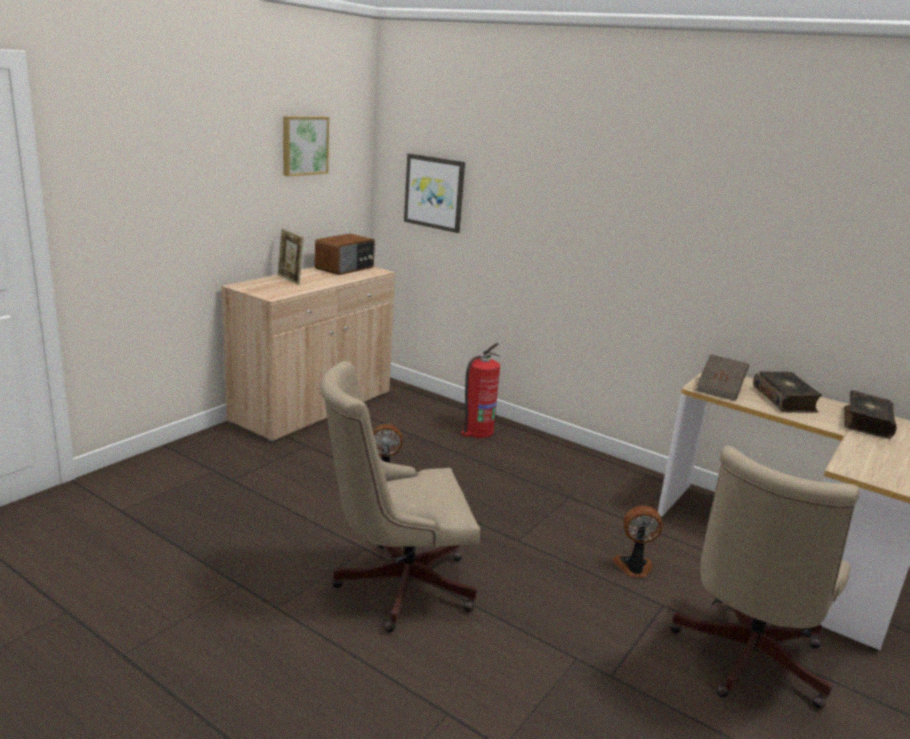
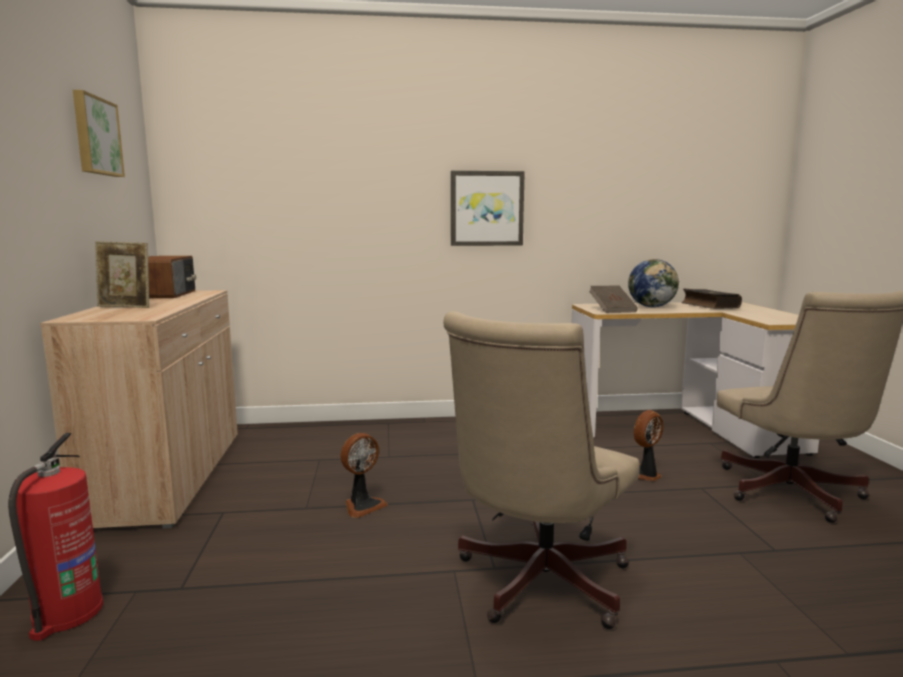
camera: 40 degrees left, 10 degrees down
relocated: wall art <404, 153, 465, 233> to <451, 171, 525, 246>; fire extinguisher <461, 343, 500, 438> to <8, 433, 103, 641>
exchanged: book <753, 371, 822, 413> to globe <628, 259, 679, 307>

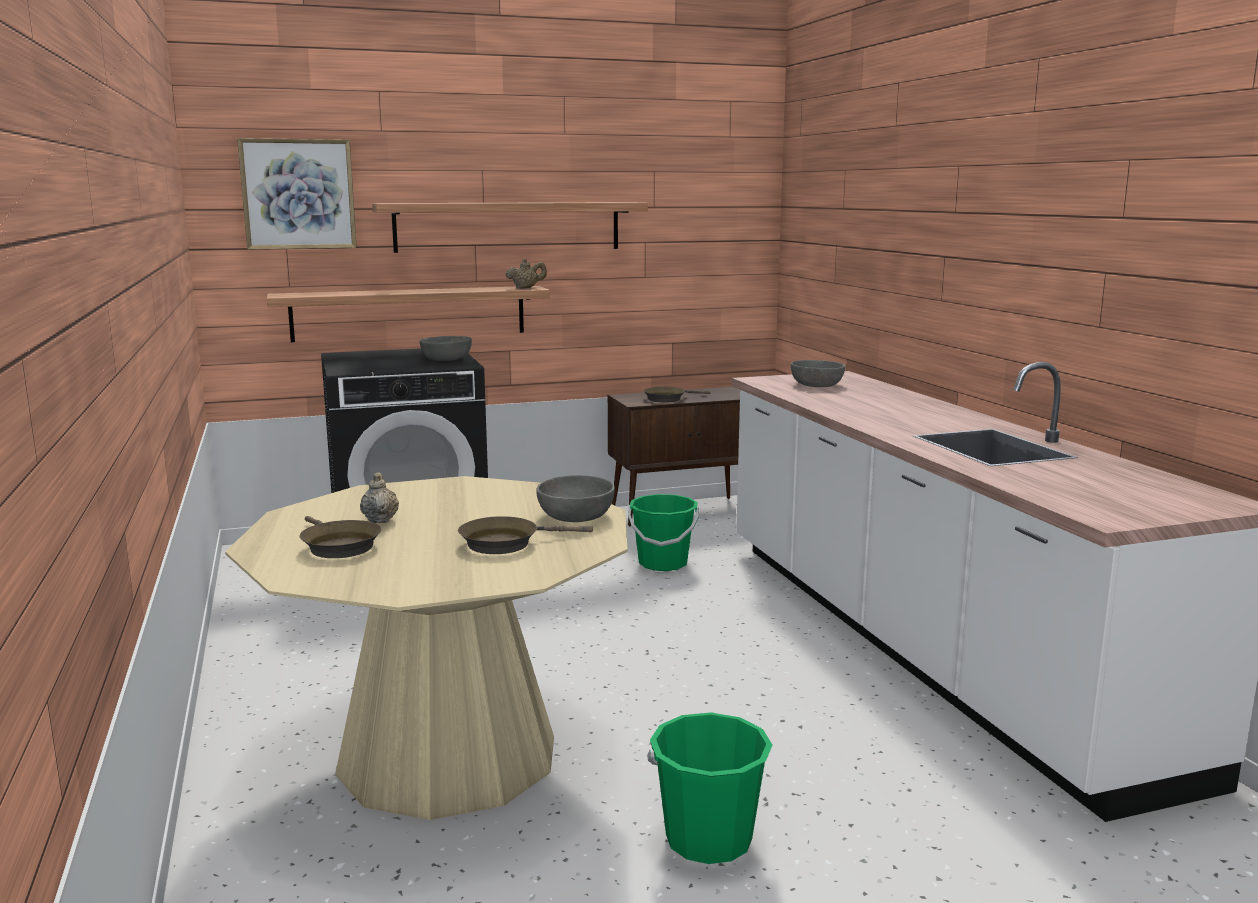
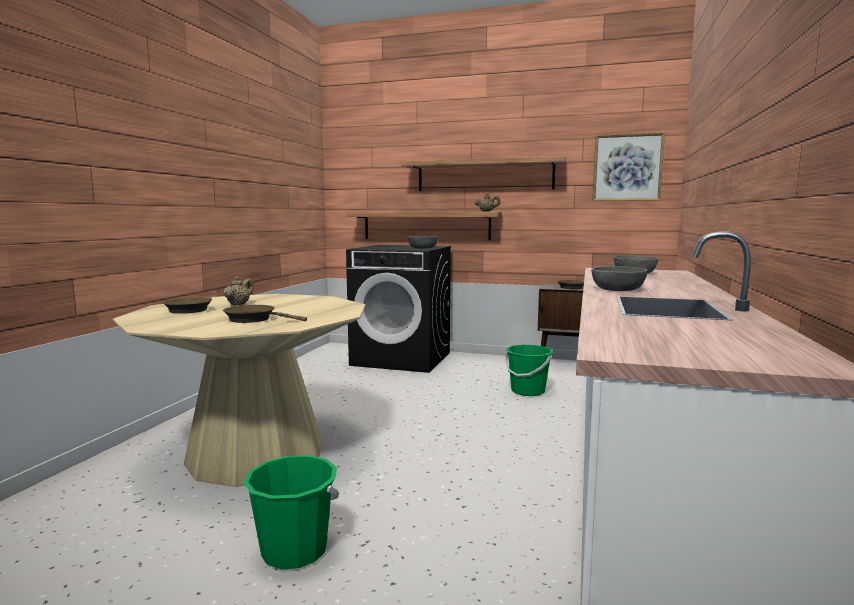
camera: 35 degrees right, 5 degrees down
relocated: wall art <237, 138, 357, 250> to <592, 133, 665, 201>; greyish bowl <536, 475, 615, 522> to <592, 266, 647, 291>

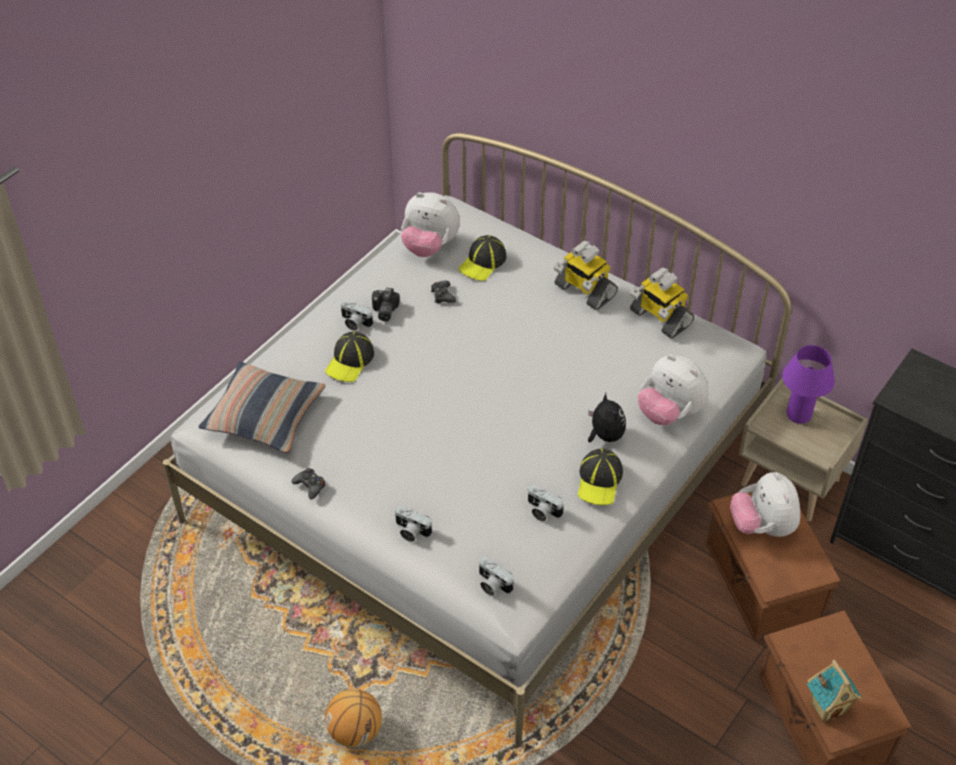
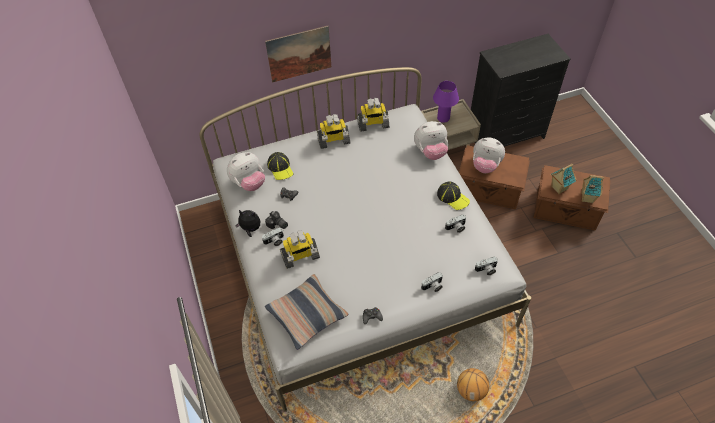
camera: 55 degrees left, 5 degrees up
appeared: wall art <265, 26, 331, 83>; toy house <551, 164, 577, 194>
relocated: plush toy <588, 393, 626, 442> to <235, 210, 261, 237>
exchanged: cap <325, 332, 374, 382> to model robot <280, 230, 320, 269>

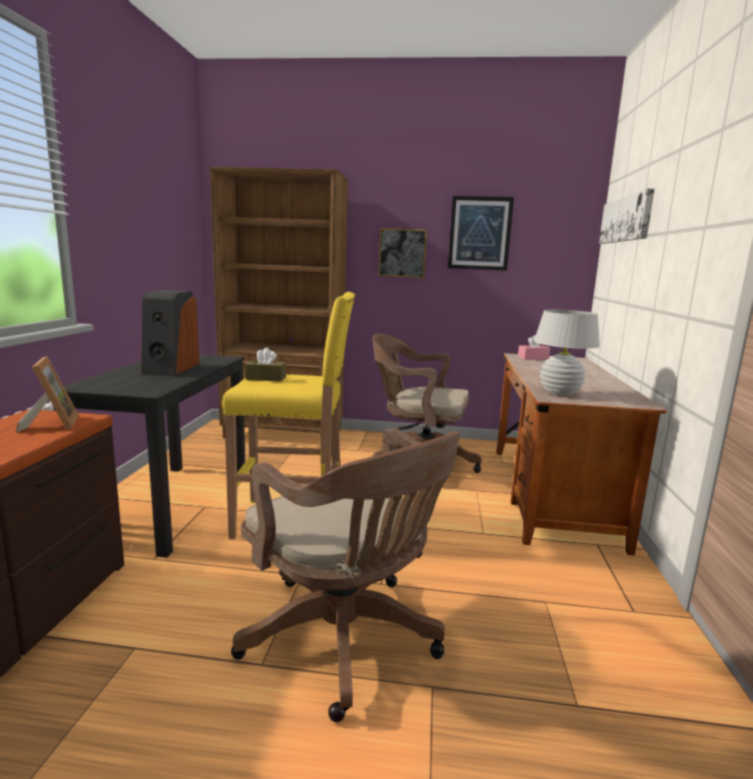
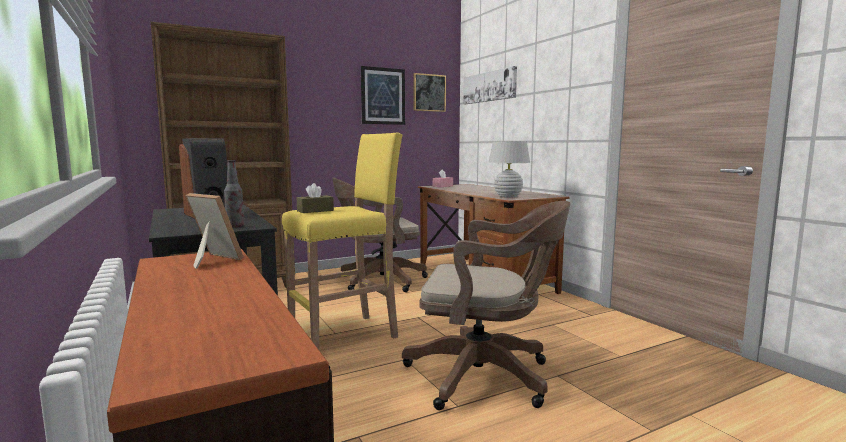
camera: 35 degrees left, 5 degrees down
appeared: beverage bottle <224, 160, 244, 227>
relocated: wall art <378, 228, 427, 278> to <413, 73, 446, 112>

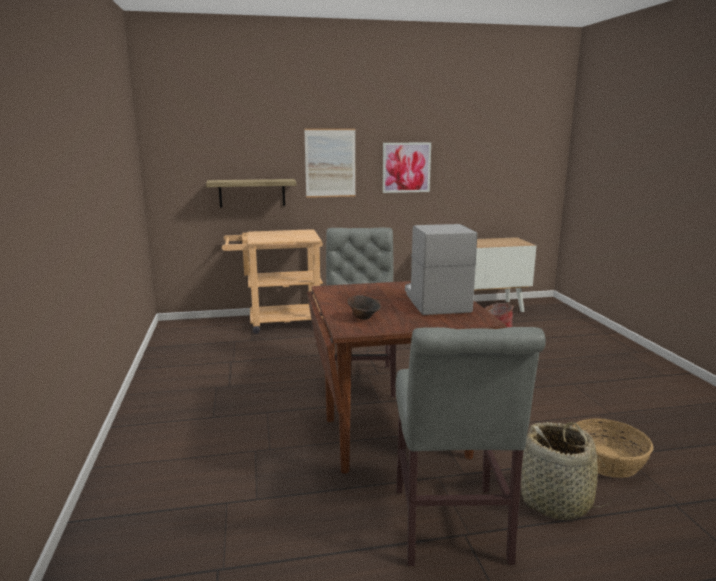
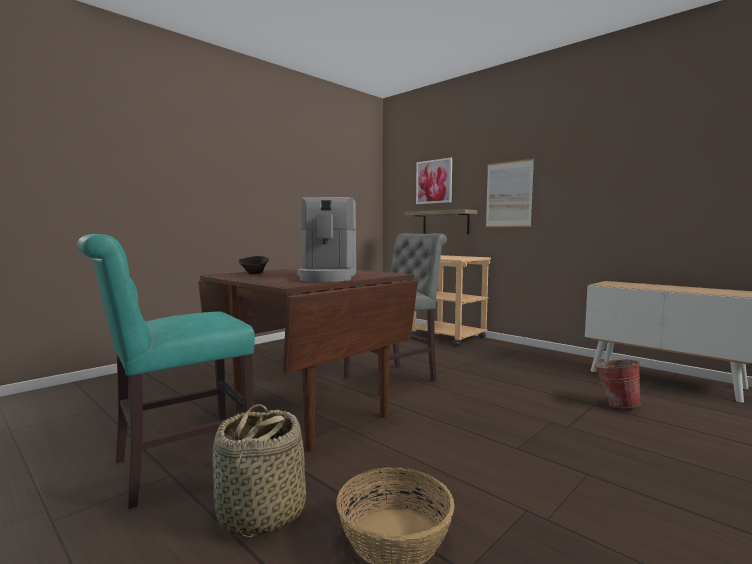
camera: 55 degrees right, 10 degrees down
relocated: wall art <382, 143, 431, 193> to <416, 158, 452, 204>
colour: greyish upright chair <396, 327, 546, 566> to turquoise upright chair <77, 234, 255, 509>
spun: coffee maker <405, 224, 477, 315> = <298, 197, 356, 282> 135 degrees clockwise

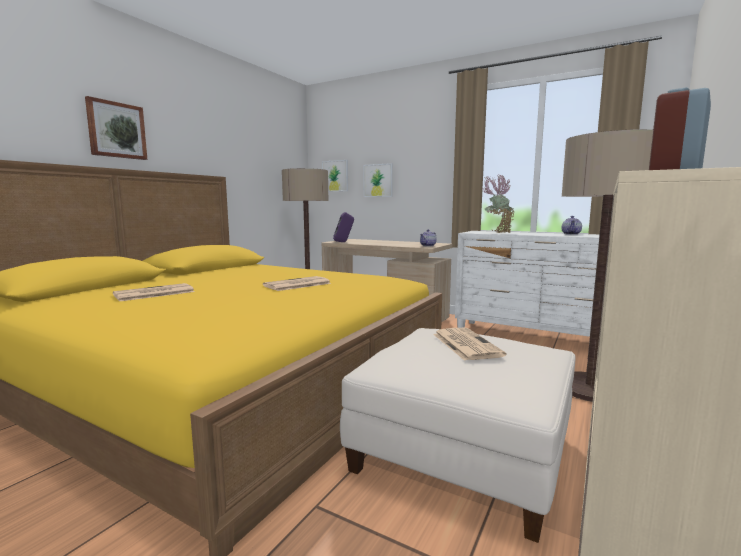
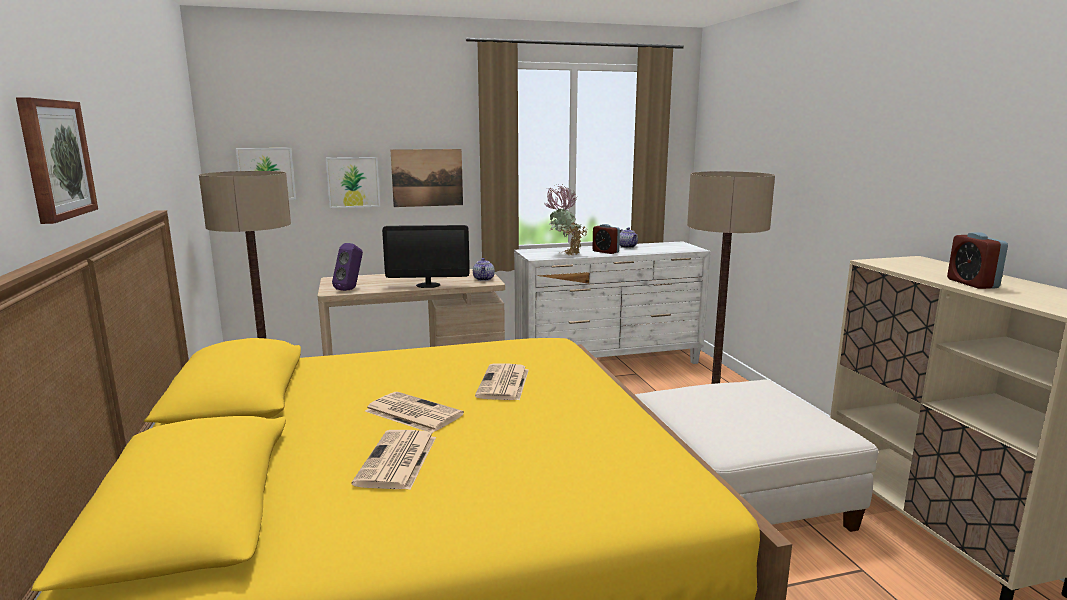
camera: 45 degrees left, 5 degrees up
appeared: monitor <382, 225, 470, 288>; wall art <391, 149, 463, 207>; bedside clock <592, 224, 620, 254>
relocated: daily paper <433, 328, 506, 361> to <365, 392, 464, 433>

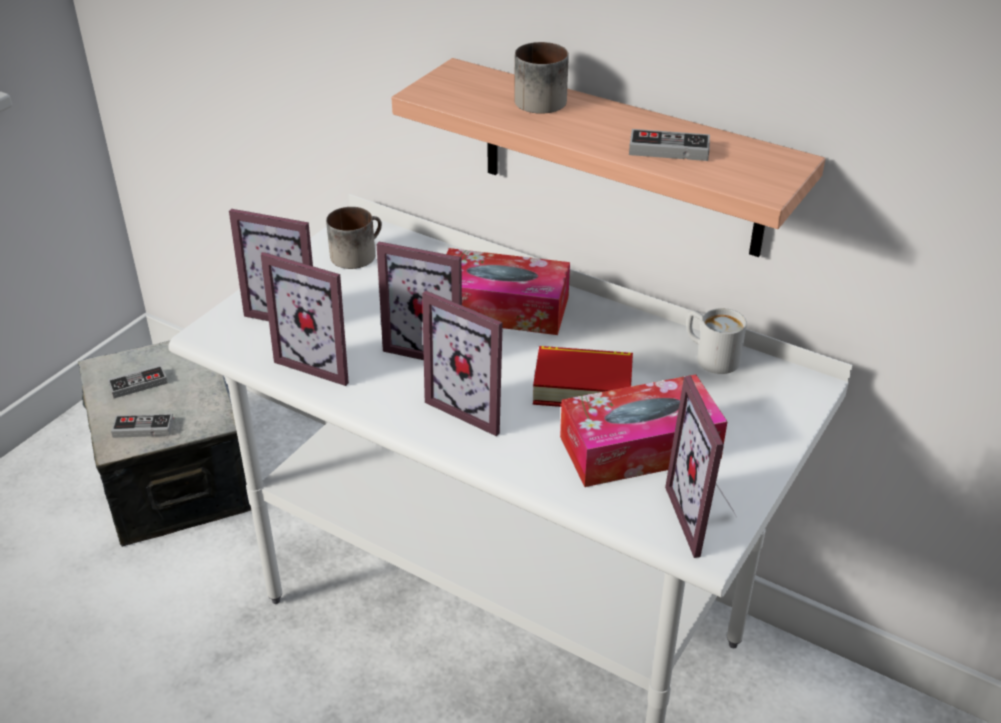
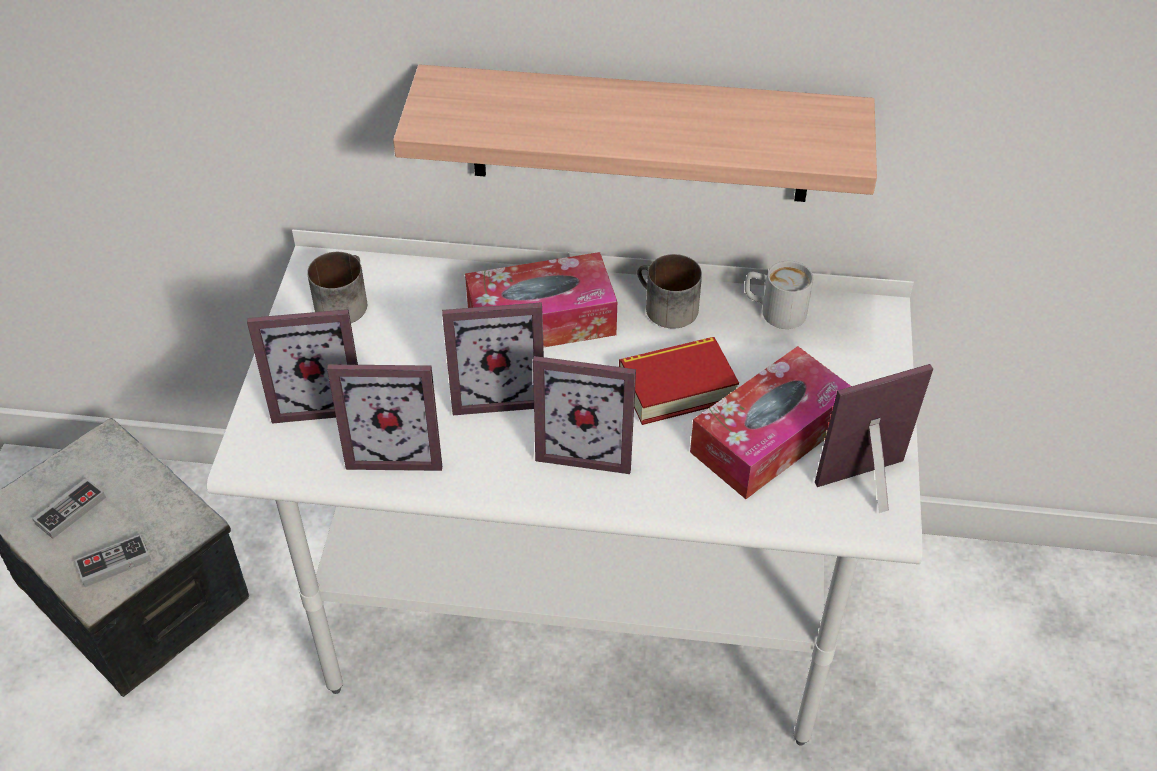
camera: 25 degrees left, 10 degrees up
missing: game controller <629, 129, 710, 161>
relocated: mug <514, 42, 569, 114> to <637, 254, 702, 328>
spun: picture frame <665, 376, 736, 558> = <815, 364, 933, 513> 105 degrees clockwise

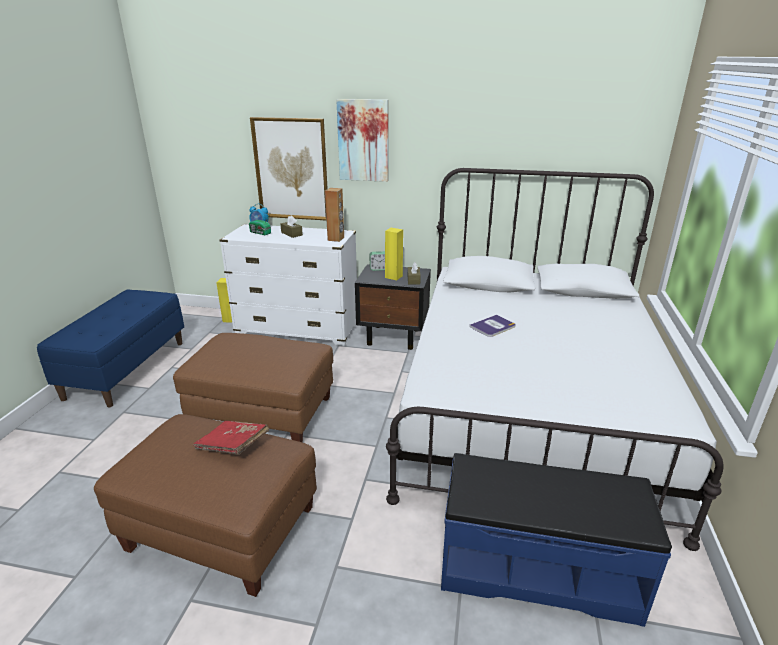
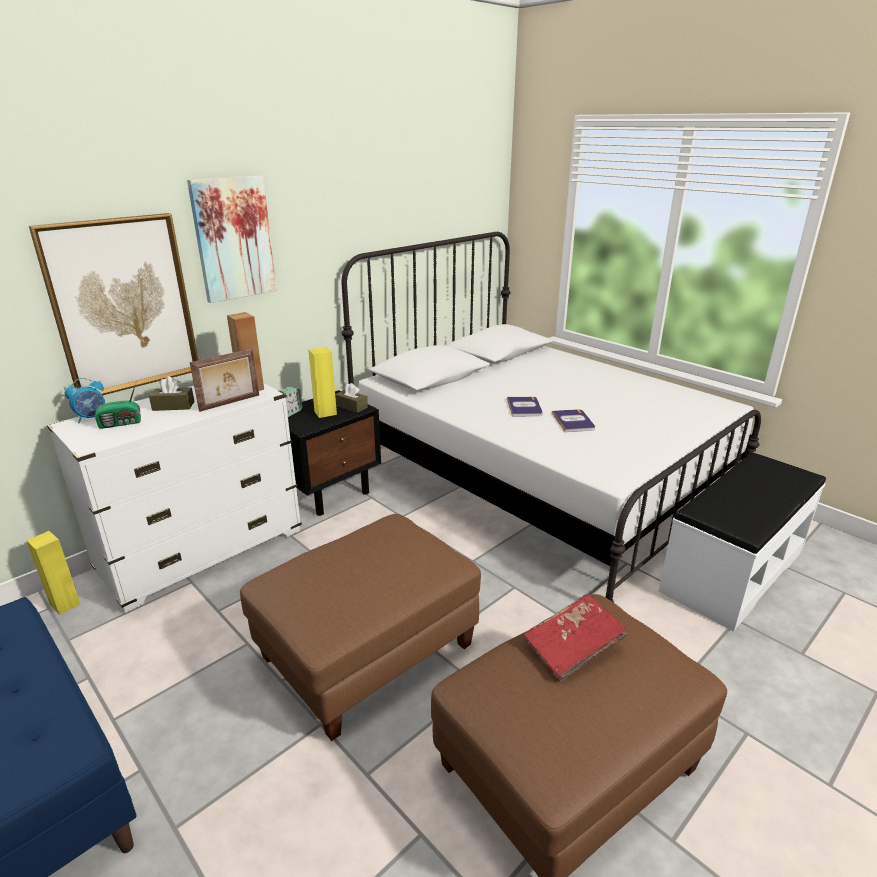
camera: 55 degrees left, 0 degrees up
appeared: picture frame <190, 348, 259, 412>; book <552, 409, 595, 432>
colour: blue indoor bench <441, 453, 672, 627> to white-coloured indoor bench <658, 453, 826, 631>

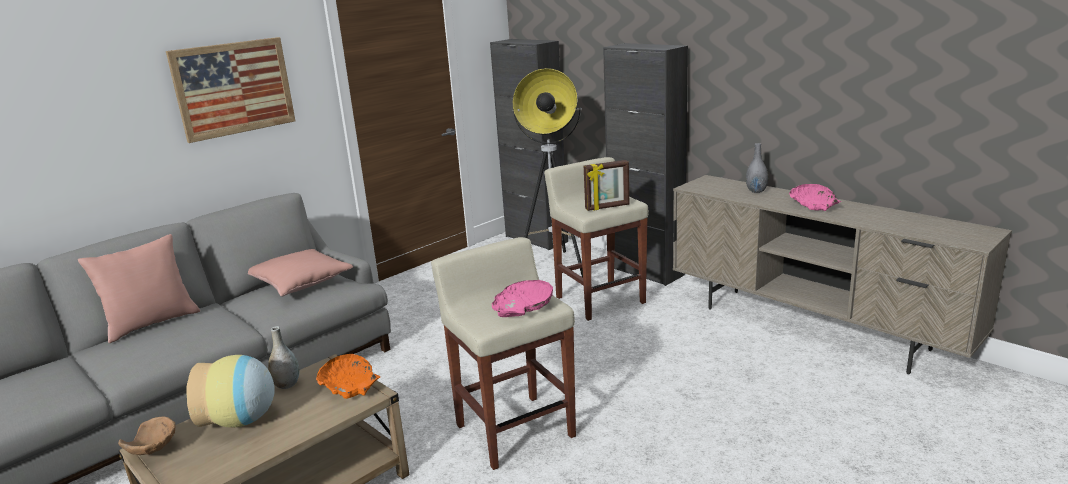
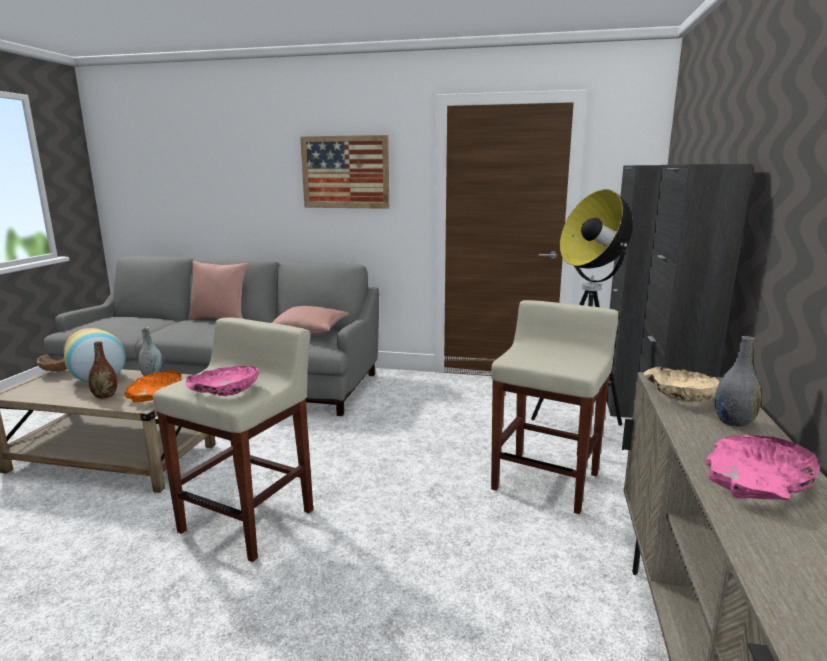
camera: 55 degrees right, 5 degrees down
missing: picture frame <584, 160, 629, 211>
appeared: brown flower vase <88, 342, 117, 399>; beige bowl <644, 367, 721, 403>

